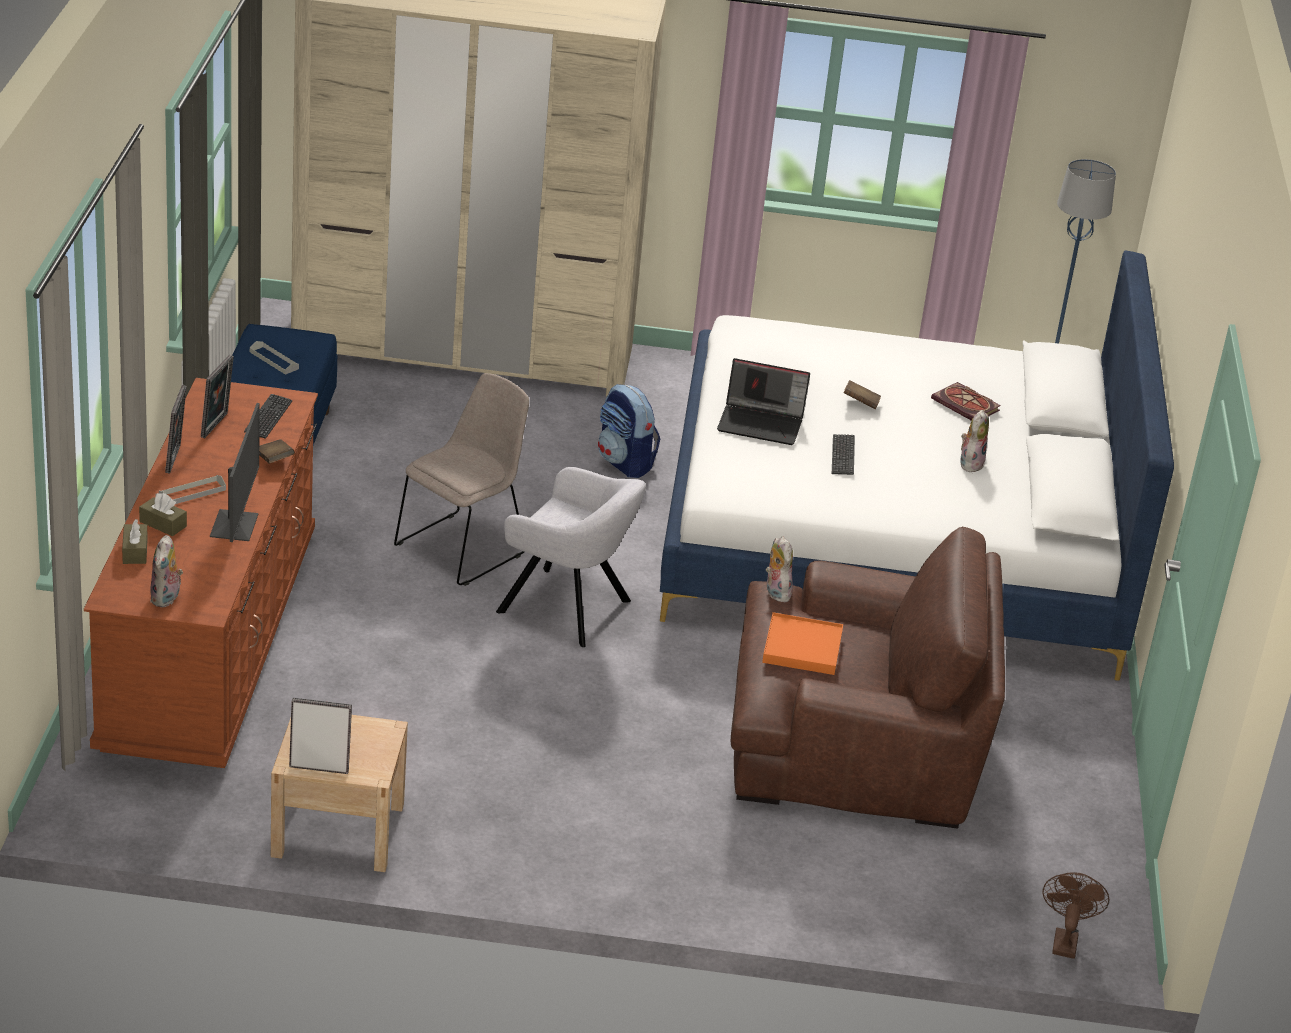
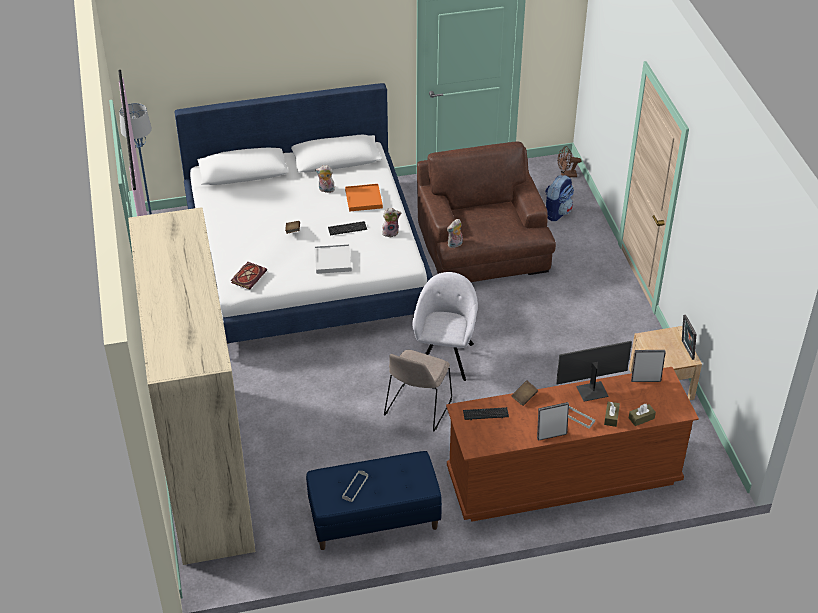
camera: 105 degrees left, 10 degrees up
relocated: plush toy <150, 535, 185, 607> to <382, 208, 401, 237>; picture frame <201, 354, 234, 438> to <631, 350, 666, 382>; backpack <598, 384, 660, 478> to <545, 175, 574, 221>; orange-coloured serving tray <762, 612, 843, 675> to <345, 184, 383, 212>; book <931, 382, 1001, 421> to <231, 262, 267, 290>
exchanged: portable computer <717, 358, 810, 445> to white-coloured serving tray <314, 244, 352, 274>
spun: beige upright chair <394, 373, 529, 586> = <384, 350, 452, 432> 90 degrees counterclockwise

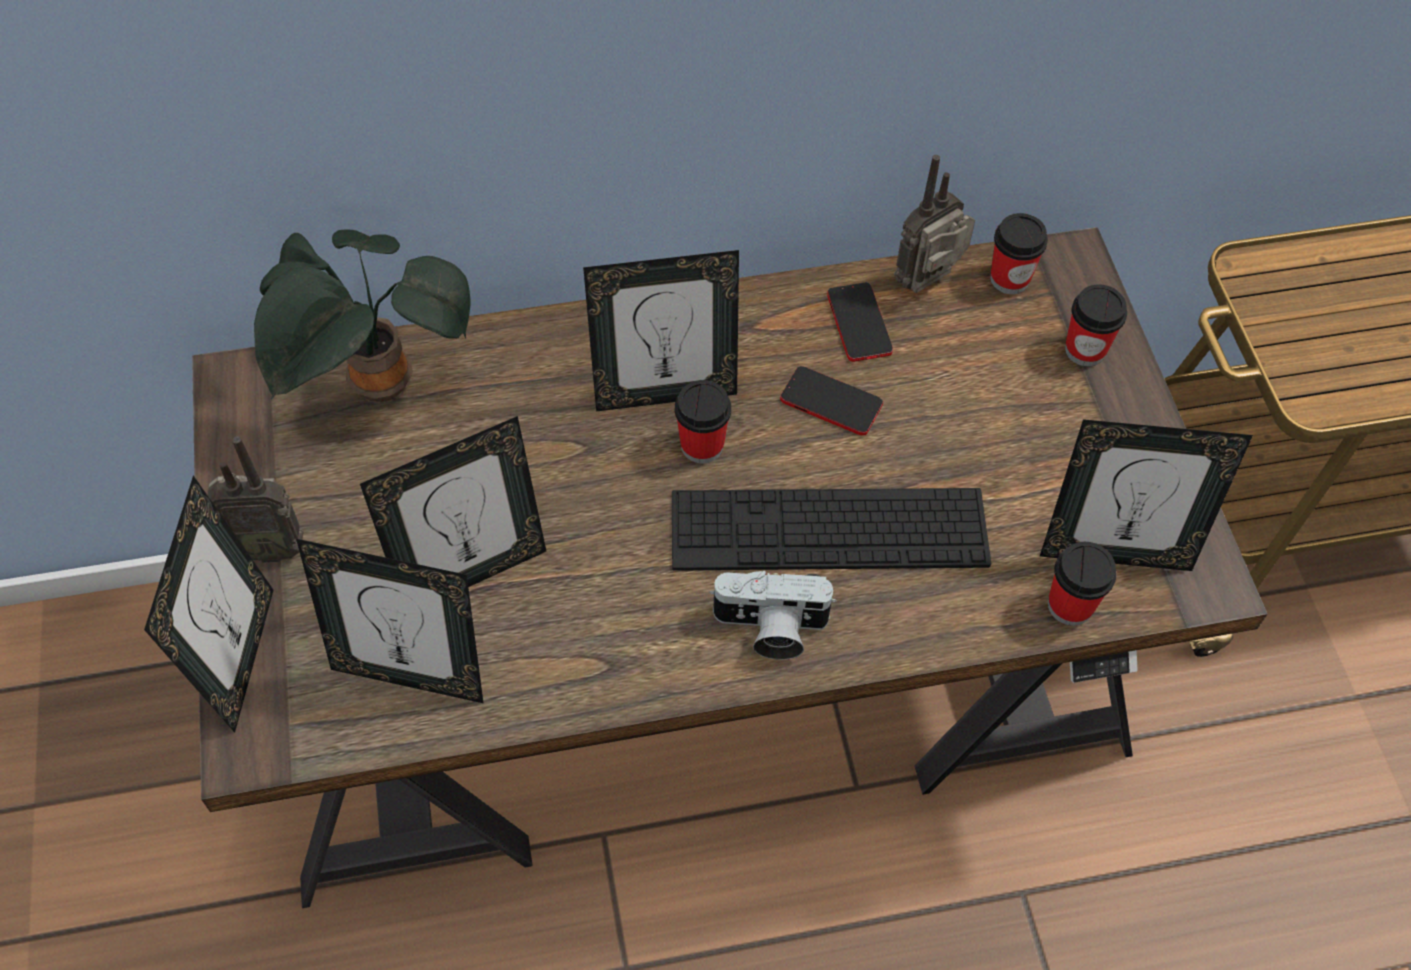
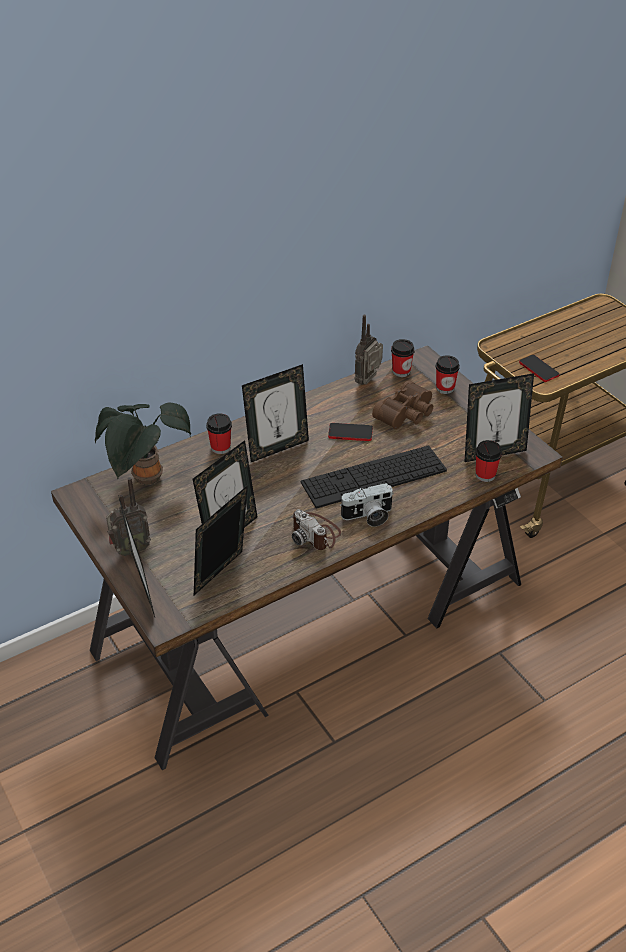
camera: 20 degrees left, 15 degrees down
appeared: still camera <292, 509, 341, 550>; brown pair of binoculars <372, 380, 433, 429>
relocated: drinking cup <675, 380, 731, 463> to <206, 413, 232, 454>; telephone <827, 282, 893, 362> to <519, 355, 559, 382>
spun: picture frame <296, 539, 483, 703> = <194, 485, 248, 595> 135 degrees clockwise

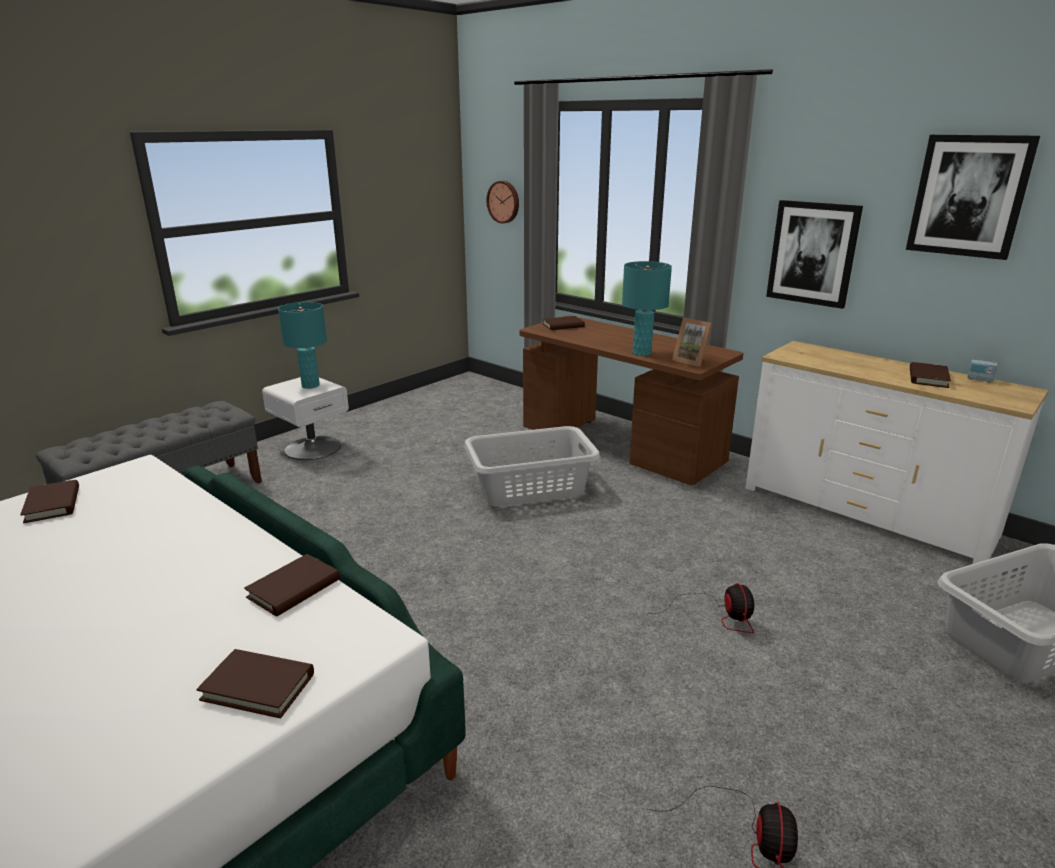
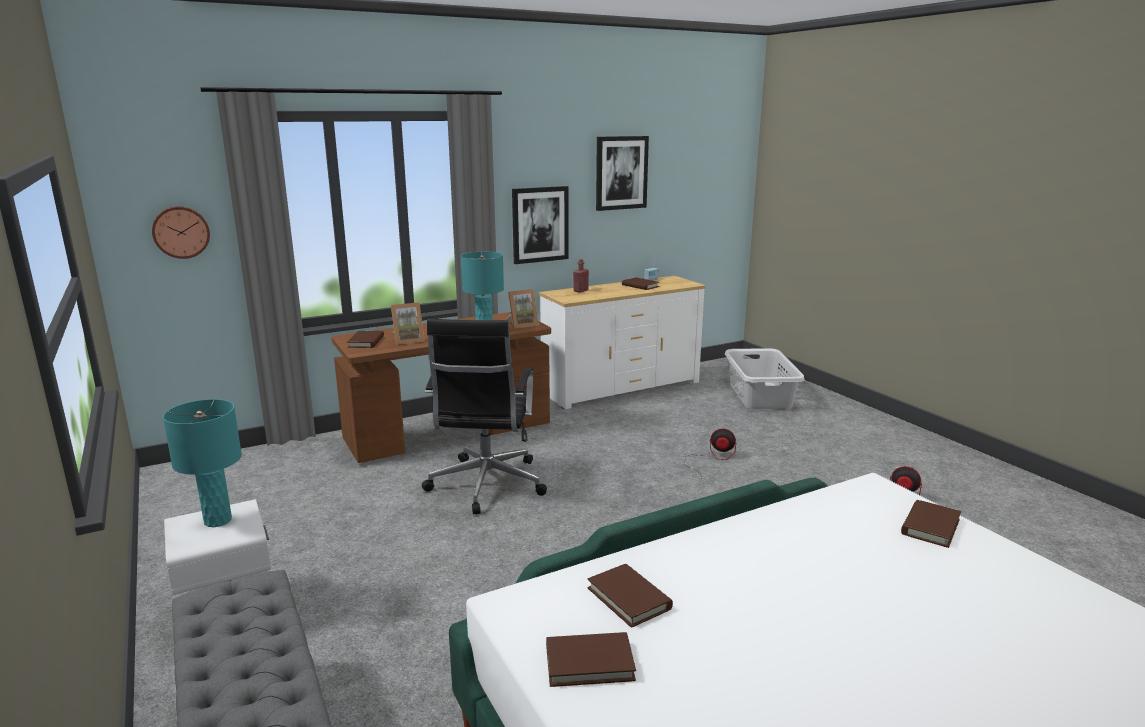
camera: 70 degrees left, 5 degrees down
appeared: picture frame <391, 302, 425, 345>; red beverage bottle <573, 259, 589, 292>
relocated: brown book <244, 554, 340, 617> to <587, 564, 673, 628>
exchanged: greyish washing basket <464, 426, 600, 506> to black-coloured computer chair <422, 319, 547, 514>

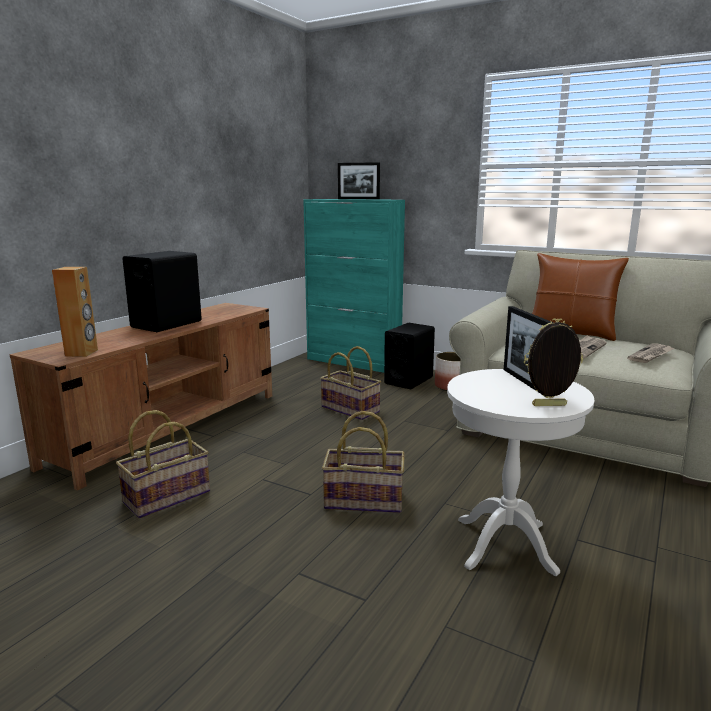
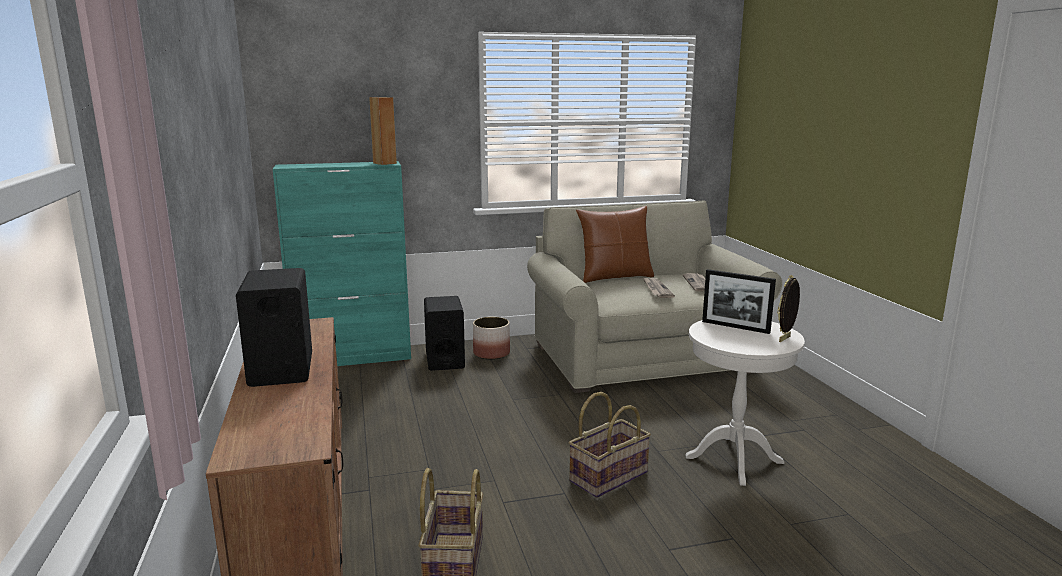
camera: 45 degrees left, 0 degrees up
missing: basket <320, 346, 381, 420>; picture frame <338, 162, 380, 199>
relocated: brown loudspeaker <52, 267, 98, 357> to <369, 97, 397, 165>

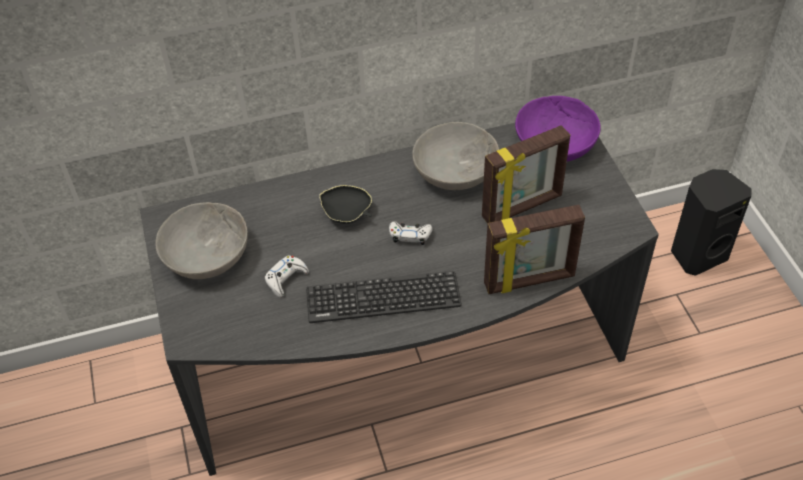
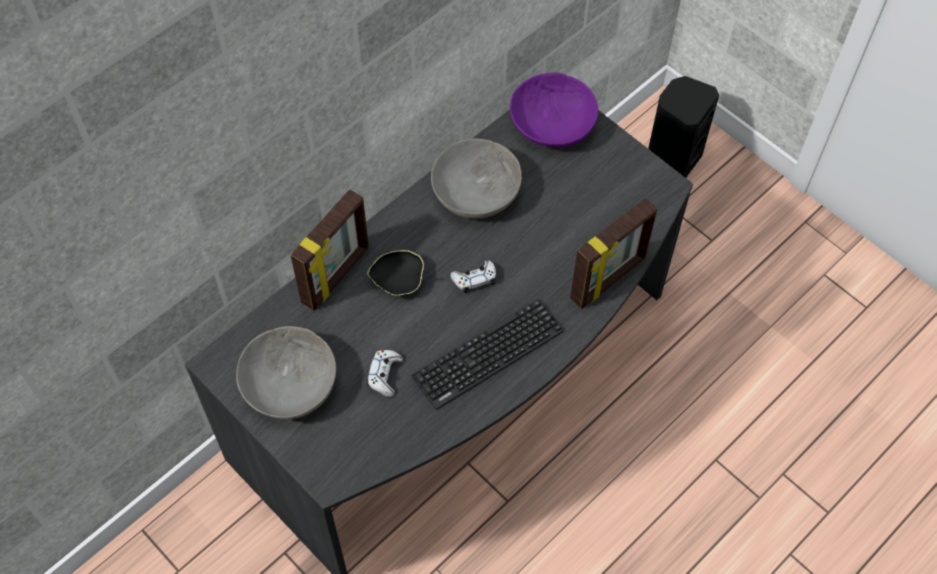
camera: 30 degrees left, 10 degrees up
relocated: picture frame <482, 125, 570, 224> to <291, 189, 369, 311>

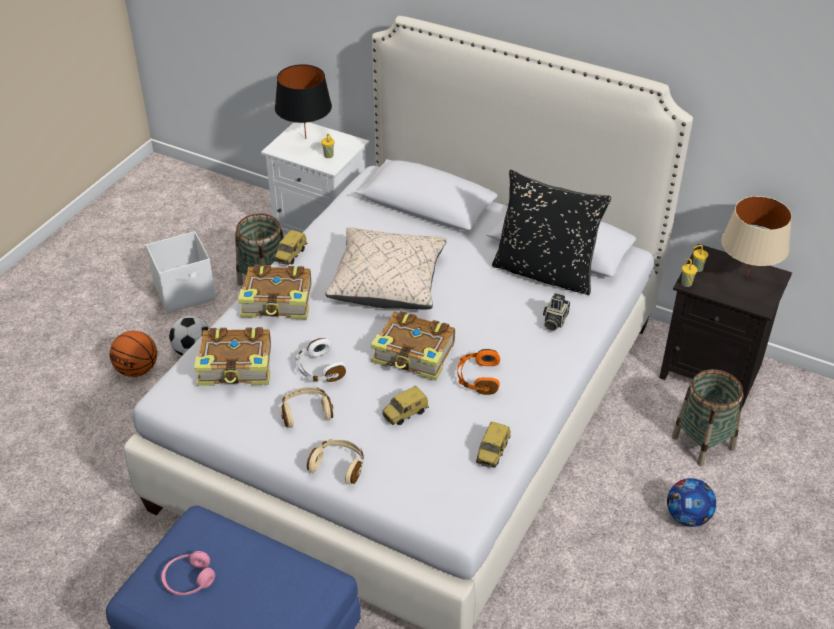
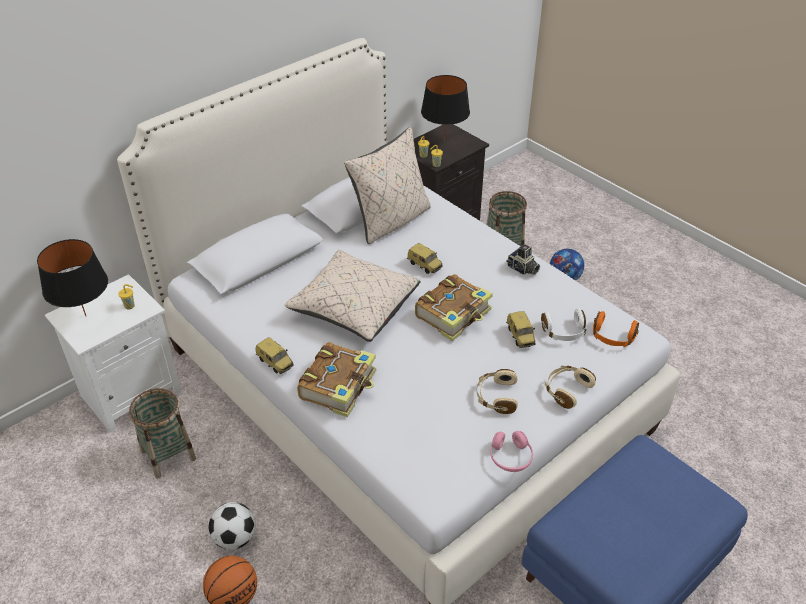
camera: 70 degrees left, 0 degrees up
missing: white-coloured storage bin <146, 231, 216, 313>; book <194, 327, 271, 386>
relocated: pinkish pair of headphones <161, 551, 215, 595> to <490, 431, 533, 472>; white-coloured pair of headphones <295, 338, 346, 382> to <541, 309, 587, 341>; orange-coloured pair of headphones <457, 349, 500, 395> to <593, 311, 639, 347>; toy car <476, 422, 511, 468> to <407, 243, 443, 274>; still camera <543, 293, 570, 331> to <506, 244, 540, 275>
colour: black-coloured cushion <492, 170, 611, 295> to beige cushion <344, 127, 431, 244>; beige tabletop lamp <721, 196, 792, 278> to black-coloured tabletop lamp <421, 75, 470, 140>

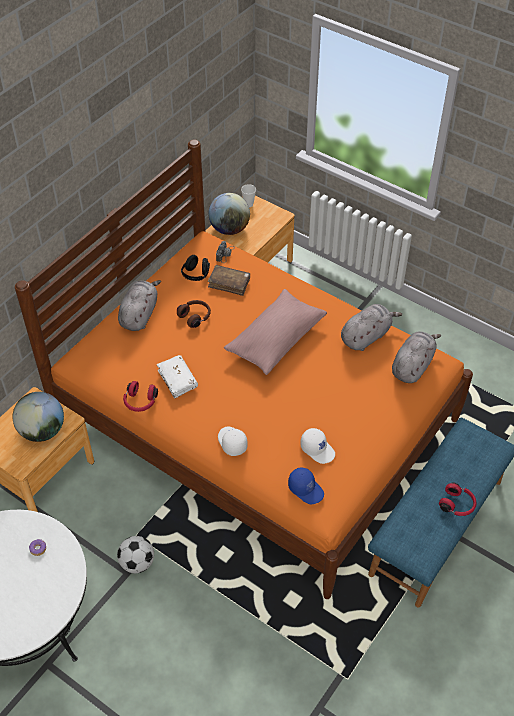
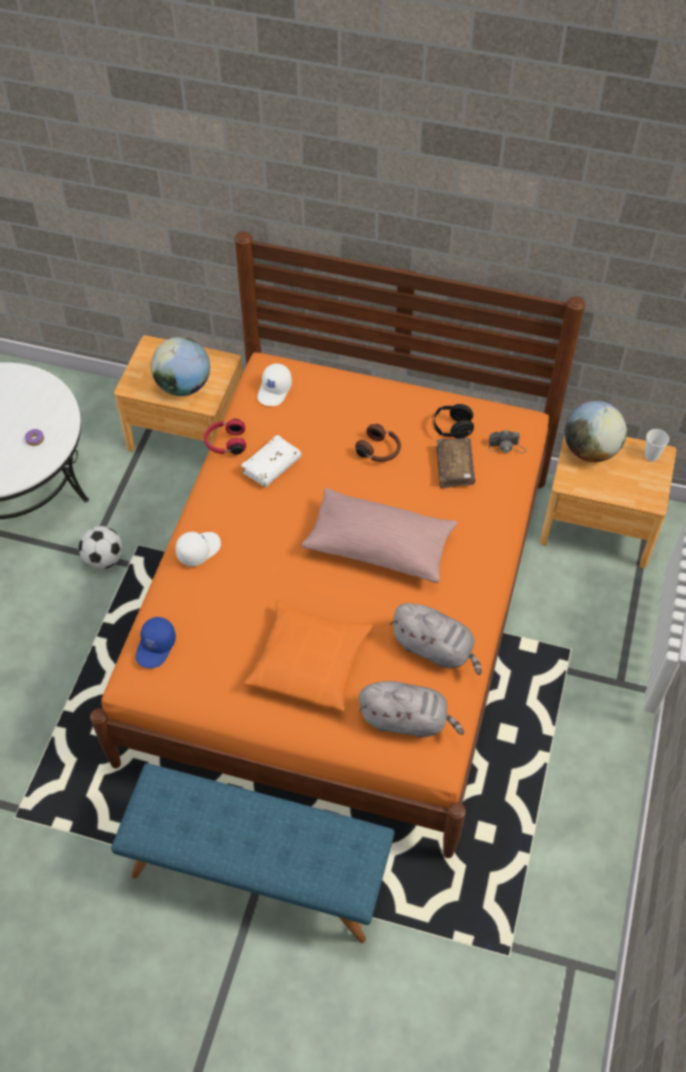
camera: 70 degrees right, 5 degrees up
missing: greyish plush toy <118, 280, 161, 331>; red pair of headphones <439, 482, 476, 516>
appeared: orange-coloured cushion <244, 600, 373, 712>
relocated: white-coloured cap <301, 428, 335, 464> to <257, 363, 292, 406>

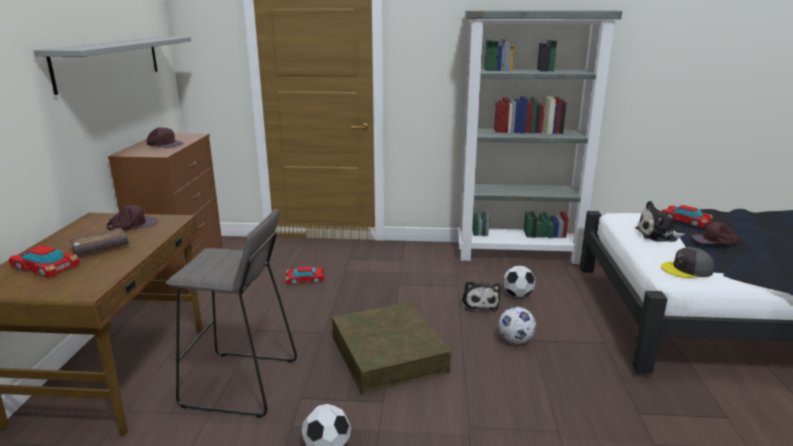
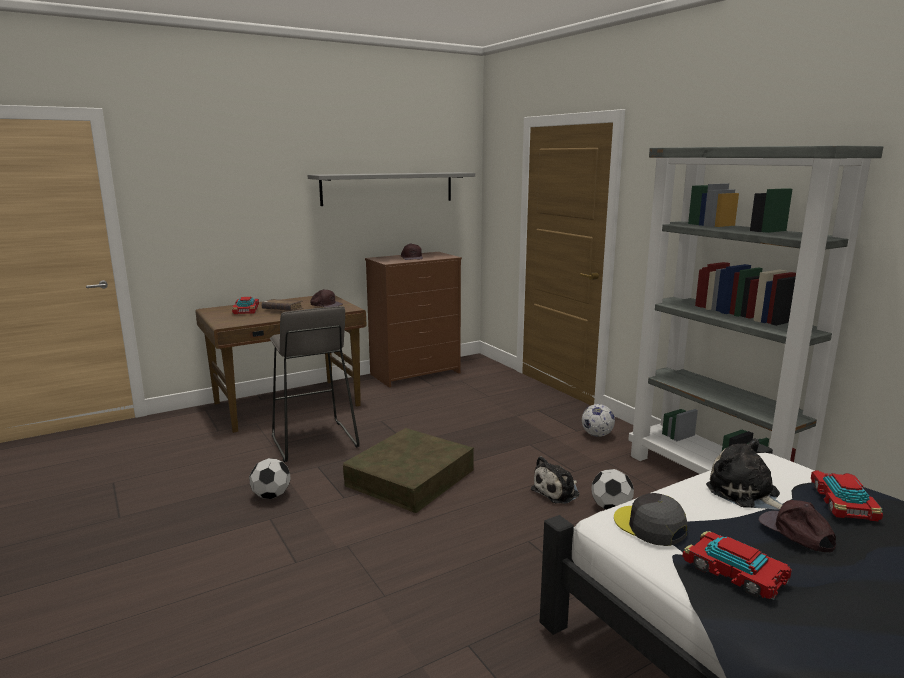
camera: 55 degrees right, 5 degrees down
relocated: toy car <286, 266, 324, 285> to <682, 531, 792, 600>; football ball <499, 307, 536, 344> to <582, 404, 615, 437>

